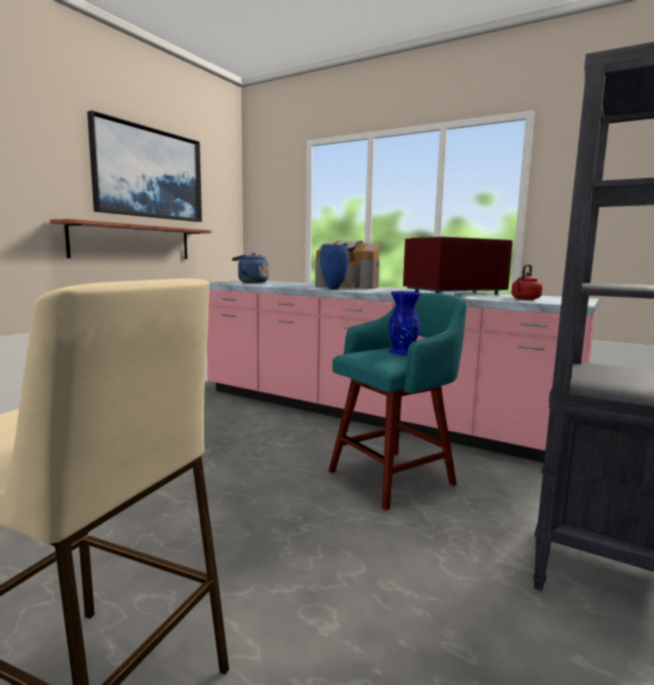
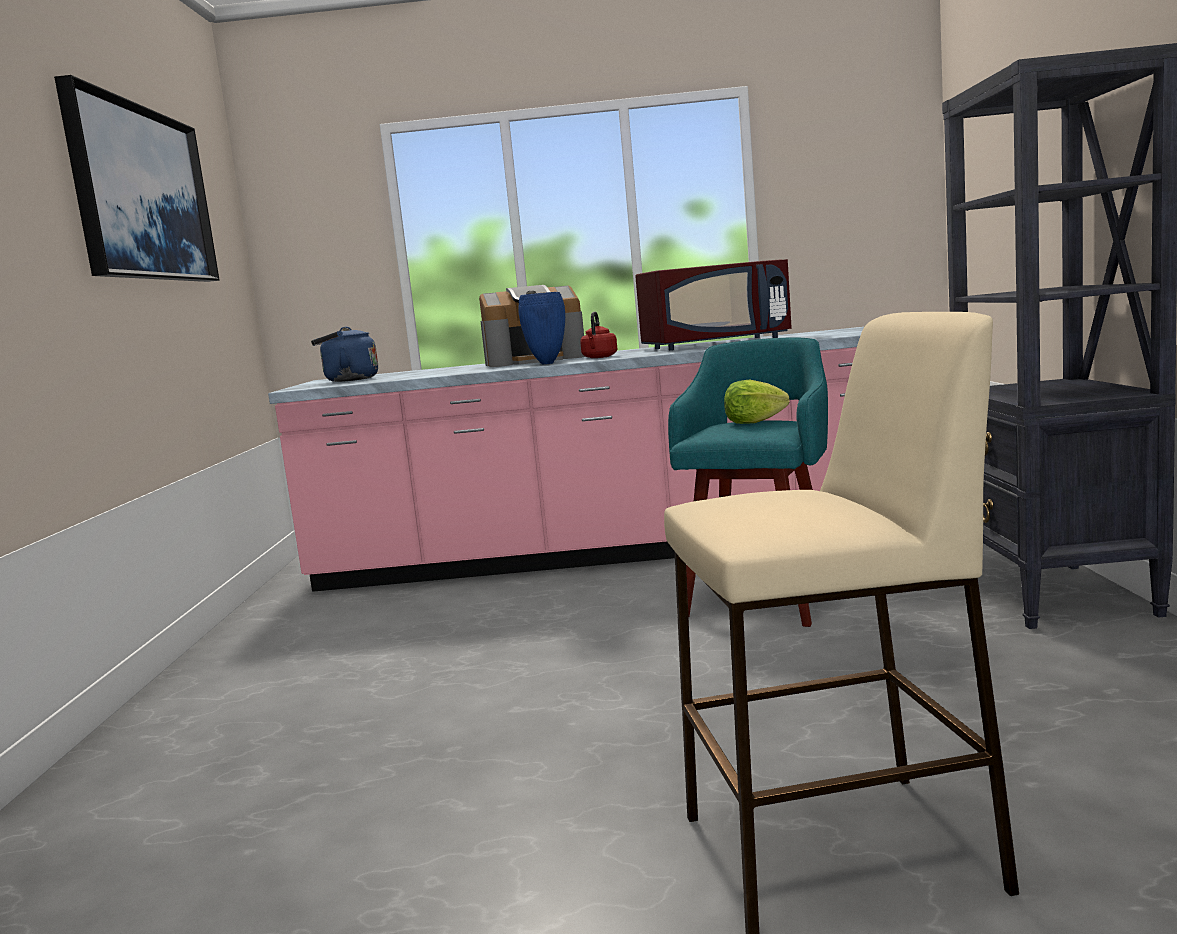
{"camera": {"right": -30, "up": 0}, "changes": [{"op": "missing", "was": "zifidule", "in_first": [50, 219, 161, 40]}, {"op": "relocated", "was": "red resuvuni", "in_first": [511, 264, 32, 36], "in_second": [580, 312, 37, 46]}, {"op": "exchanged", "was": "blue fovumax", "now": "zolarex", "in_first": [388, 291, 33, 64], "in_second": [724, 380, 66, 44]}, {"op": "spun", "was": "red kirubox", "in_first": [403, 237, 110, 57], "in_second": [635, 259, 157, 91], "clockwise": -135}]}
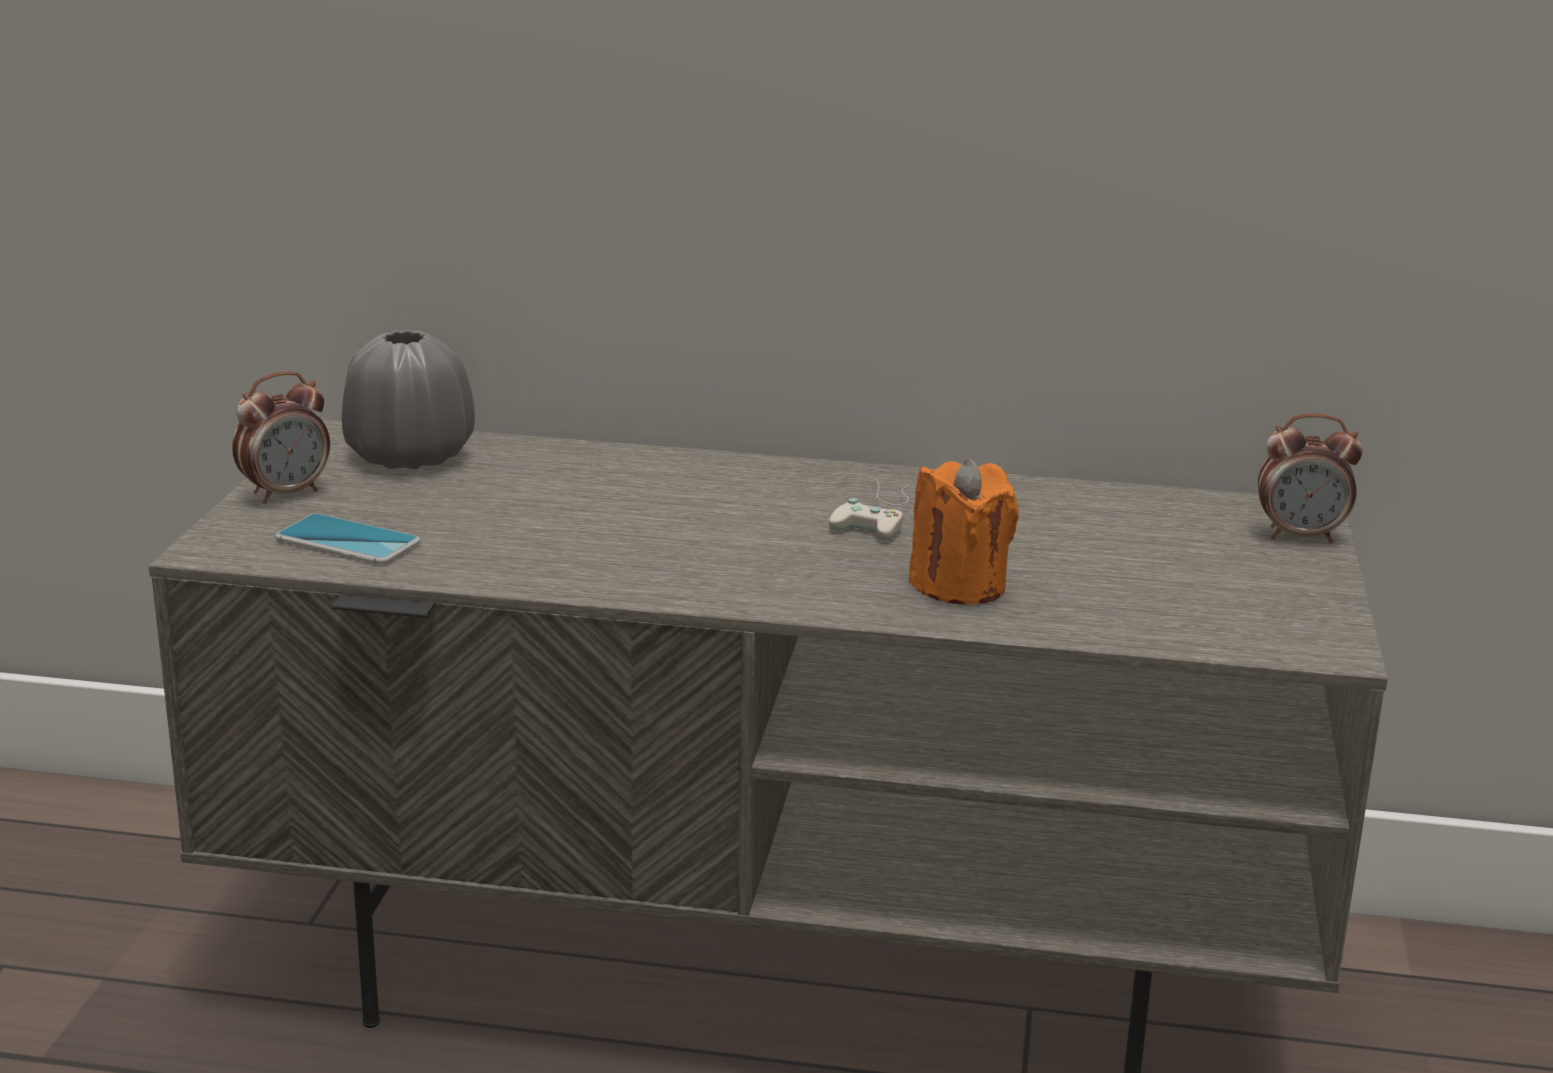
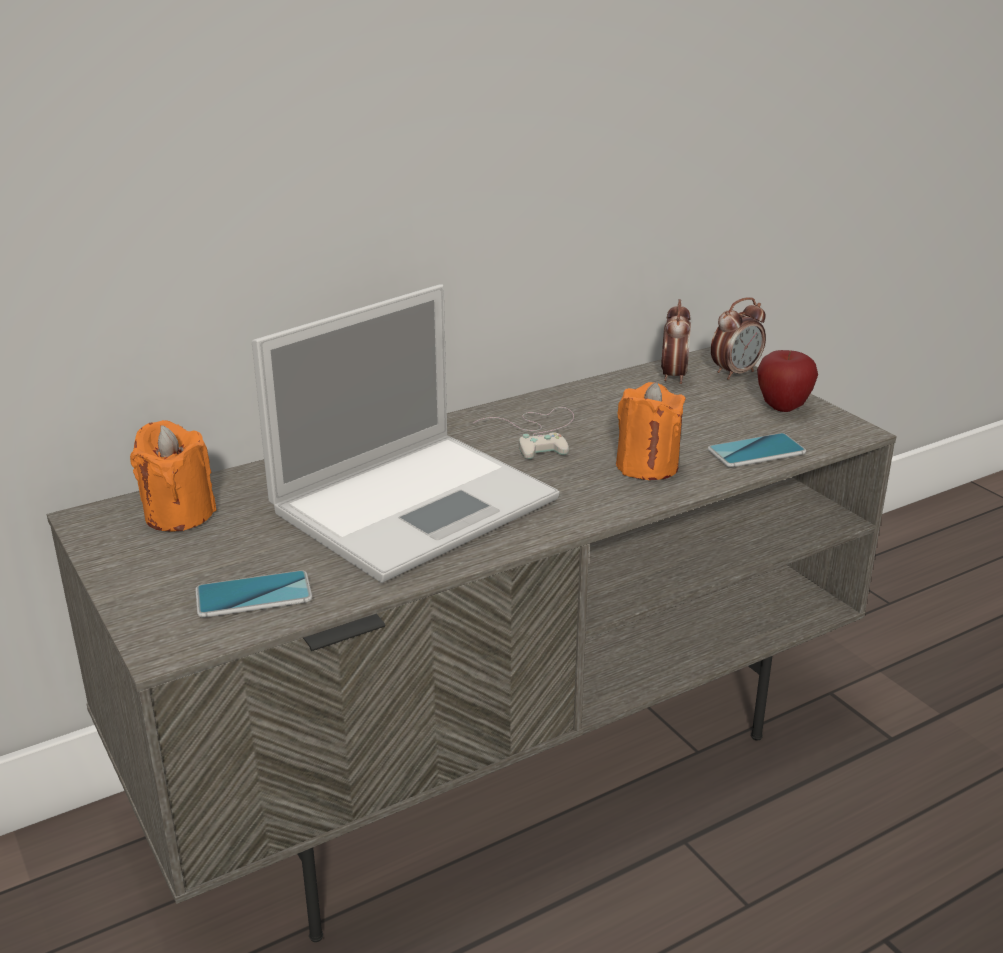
{"camera": {"right": -40, "up": 5}, "changes": [{"op": "appeared", "now": "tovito", "in_second": [252, 284, 308, 299]}, {"op": "appeared", "now": "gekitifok", "in_second": [708, 433, 98, 34]}, {"op": "appeared", "now": "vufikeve", "in_second": [757, 350, 61, 62]}, {"op": "relocated", "was": "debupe", "in_first": [232, 371, 98, 133], "in_second": [661, 299, 30, 85]}, {"op": "exchanged", "was": "grey fovumax", "now": "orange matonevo", "in_first": [342, 330, 133, 139], "in_second": [130, 420, 86, 111]}]}
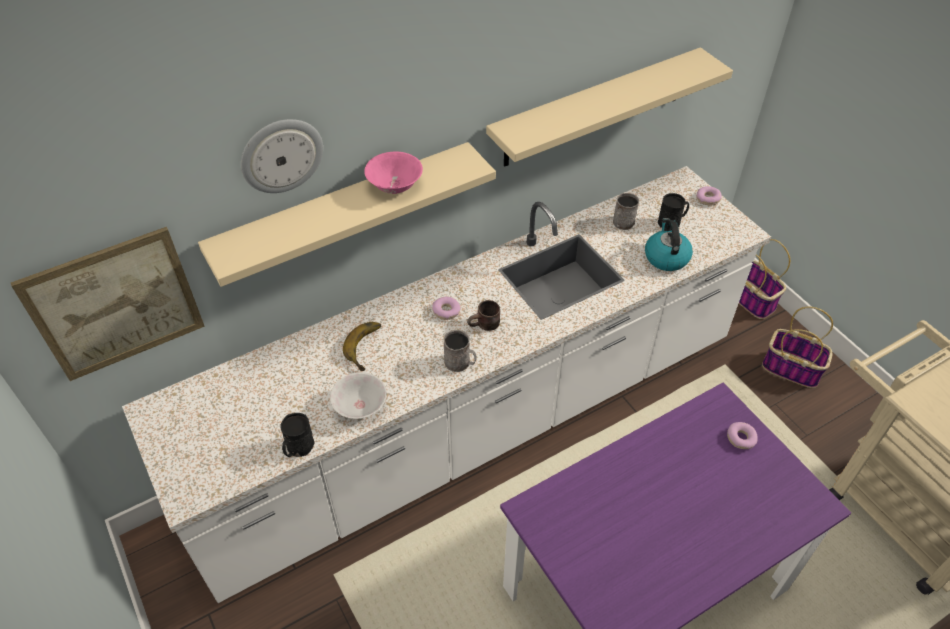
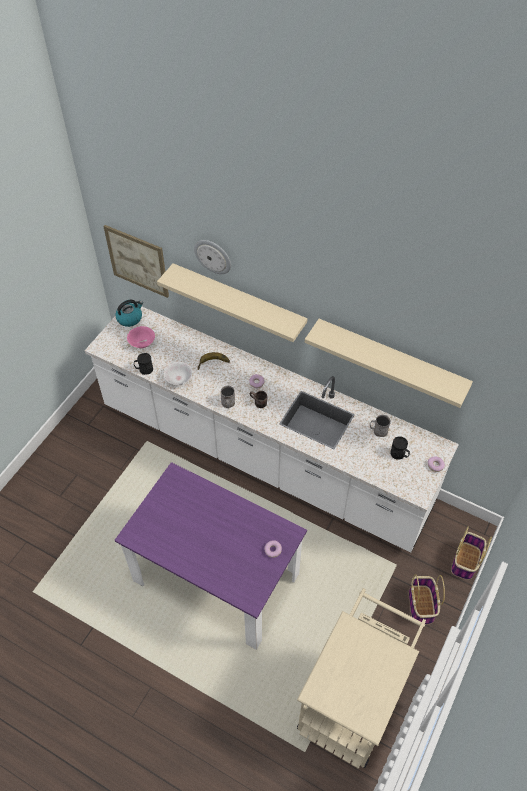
{"camera": {"right": 60, "up": 5}, "changes": [{"op": "relocated", "was": "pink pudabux", "in_first": [364, 152, 59, 42], "in_second": [127, 326, 28, 22]}, {"op": "relocated", "was": "resuvuni", "in_first": [645, 218, 48, 53], "in_second": [115, 300, 28, 27]}]}
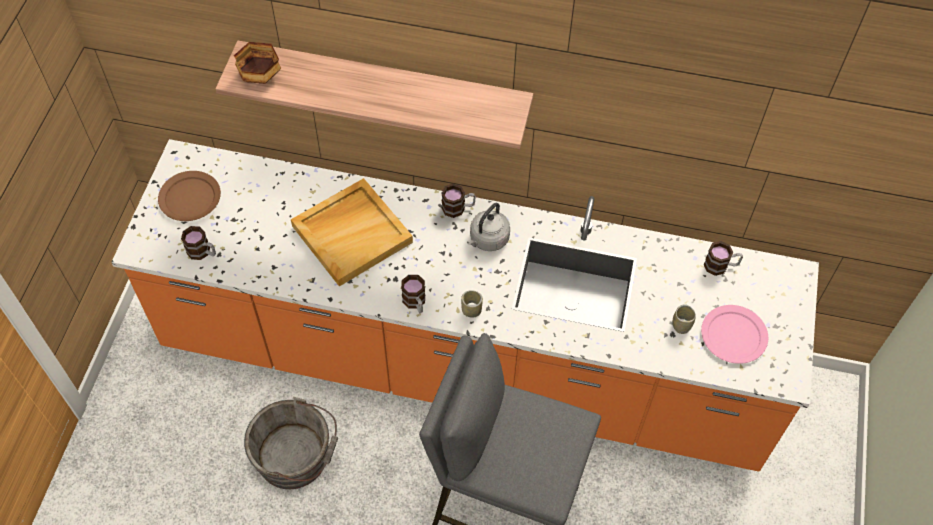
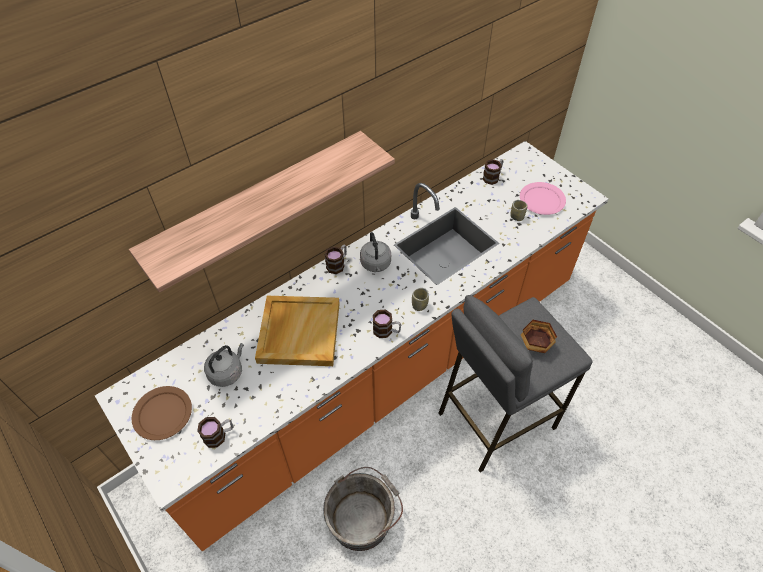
{"camera": {"right": -50, "up": -5}, "changes": [{"op": "appeared", "now": "grey resuvuni", "in_second": [204, 343, 40, 44]}, {"op": "relocated", "was": "pudabux", "in_first": [234, 42, 47, 42], "in_second": [521, 320, 36, 33]}]}
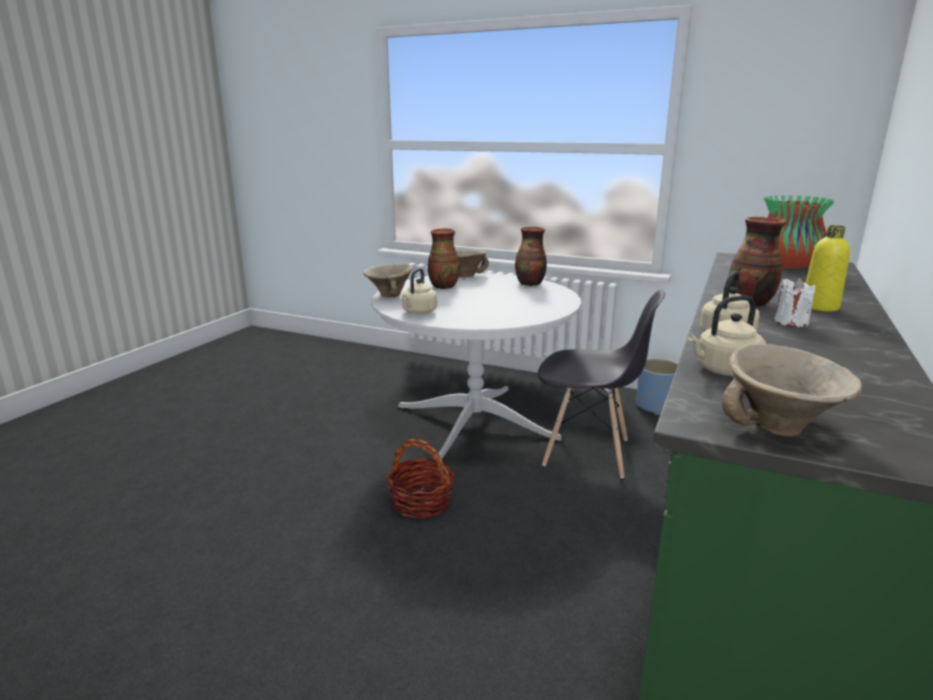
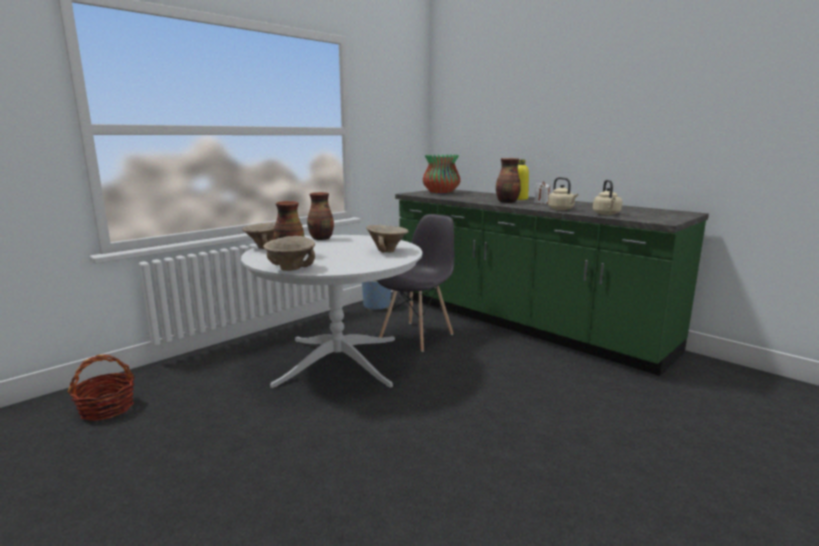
{"camera": {"right": -70, "up": -5}, "changes": [{"op": "missing", "was": "beige resuvuni", "in_first": [402, 268, 35, 46]}, {"op": "relocated", "was": "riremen", "in_first": [386, 439, 68, 80], "in_second": [68, 354, 67, 67]}, {"op": "relocated", "was": "beige pudabux", "in_first": [722, 344, 140, 93], "in_second": [366, 225, 43, 28]}]}
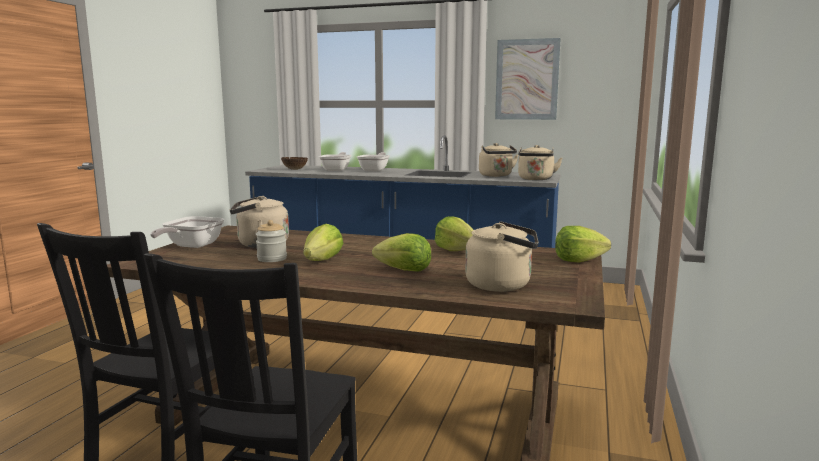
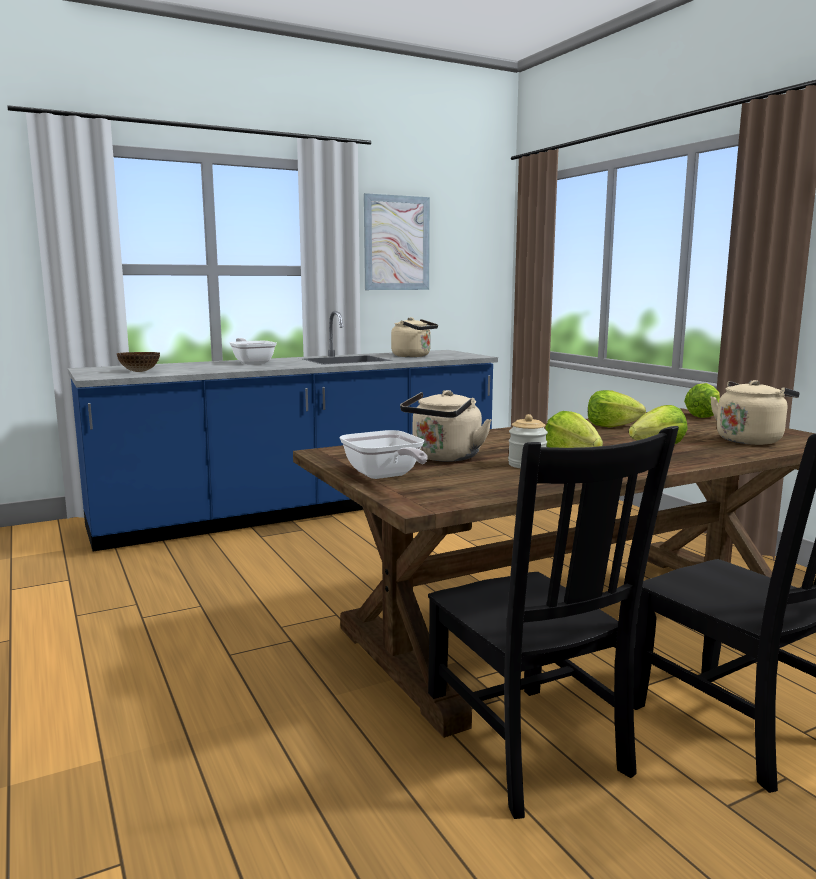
{"camera": {"right": -45, "up": 0}, "changes": [{"op": "missing", "was": "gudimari", "in_first": [319, 152, 32, 19]}, {"op": "missing", "was": "beige resuvuni", "in_first": [518, 145, 44, 35]}]}
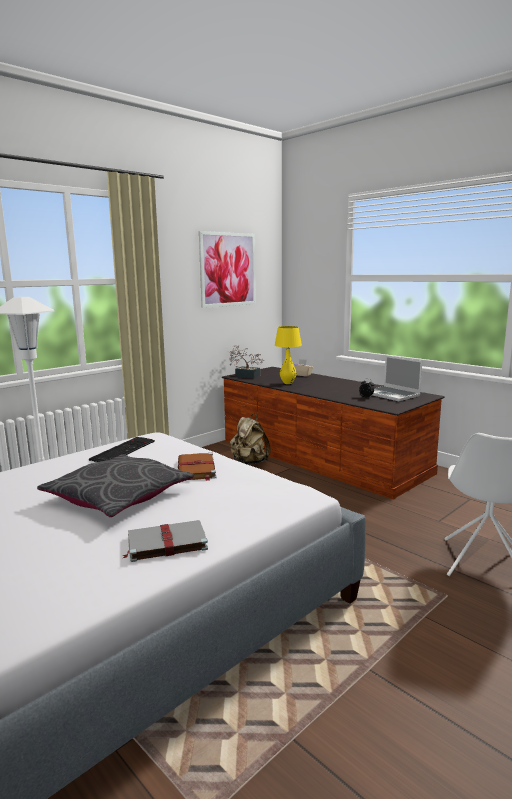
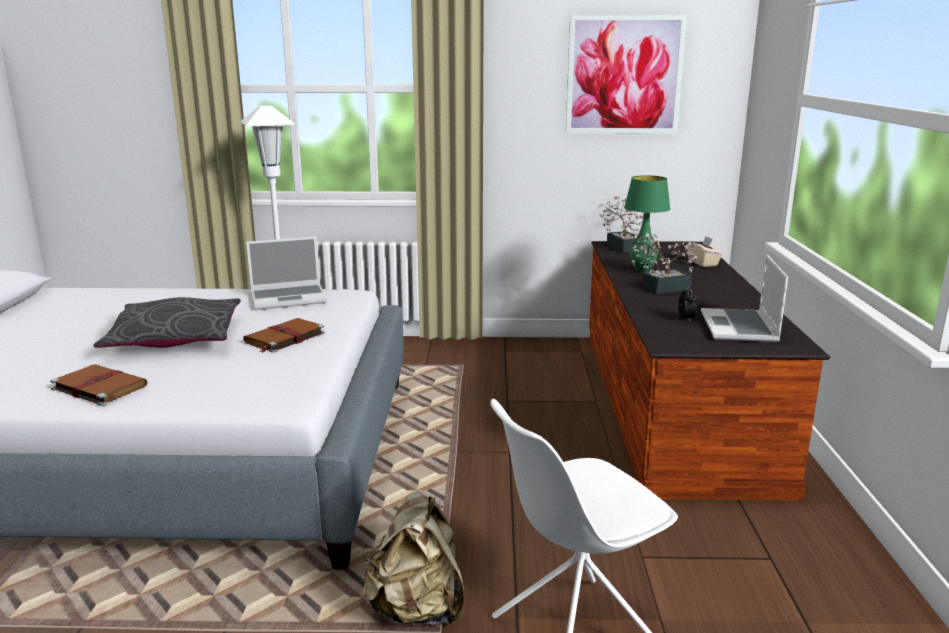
{"camera": {"right": 45, "up": 5}, "changes": [{"op": "appeared", "now": "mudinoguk", "in_second": [632, 232, 65, 62]}, {"op": "relocated", "was": "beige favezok", "in_first": [230, 413, 41, 52], "in_second": [365, 492, 99, 133]}, {"op": "exchanged", "was": "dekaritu", "now": "tovito", "in_first": [89, 437, 66, 25], "in_second": [246, 236, 81, 74]}, {"op": "colour", "was": "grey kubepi", "now": "brown kubepi", "in_first": [122, 520, 86, 42], "in_second": [50, 365, 98, 41]}, {"op": "colour", "was": "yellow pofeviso", "now": "green pofeviso", "in_first": [274, 326, 28, 58], "in_second": [624, 175, 46, 97]}]}
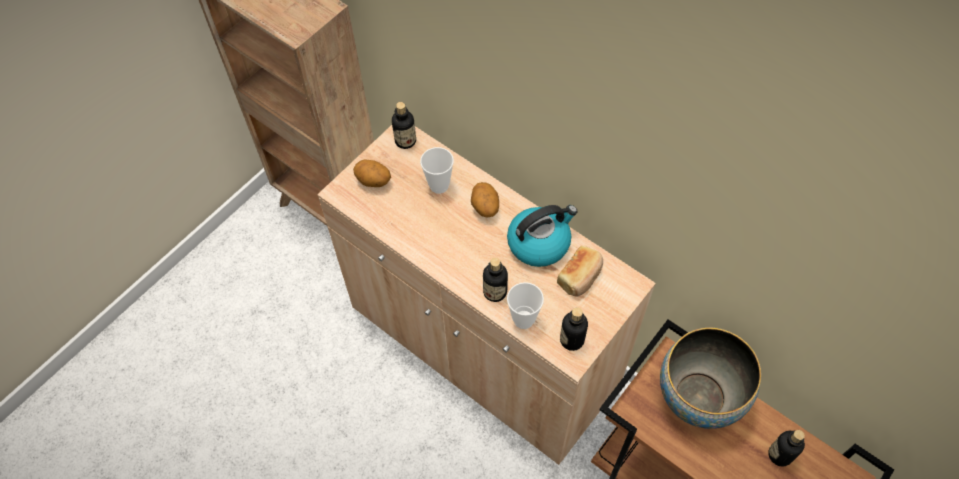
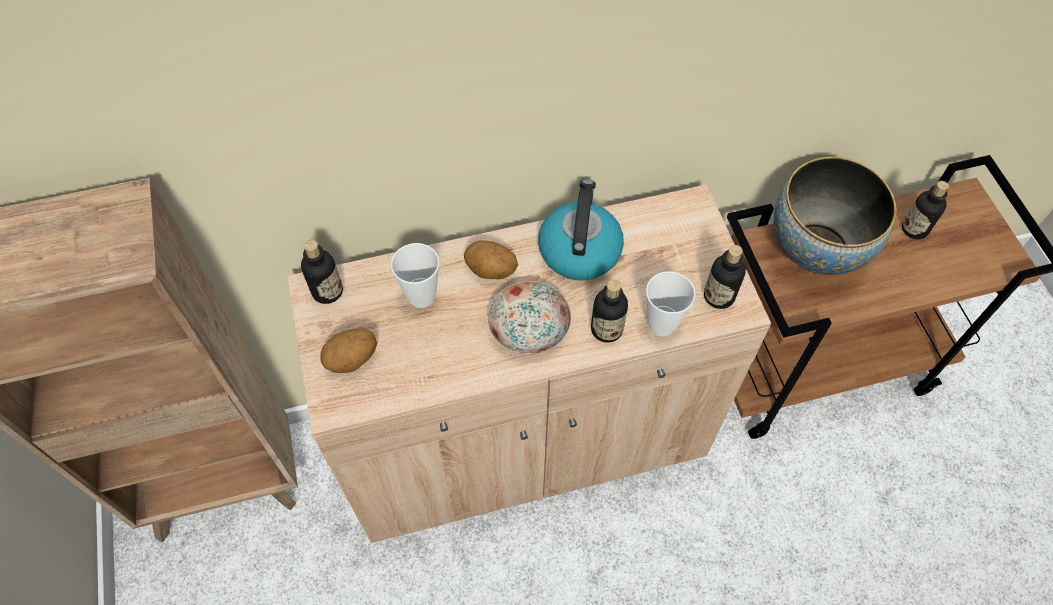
{"camera": {"right": -55, "up": 0}, "changes": [{"op": "missing", "was": "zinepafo", "in_first": [557, 246, 46, 50]}, {"op": "appeared", "now": "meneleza", "in_second": [487, 281, 84, 73]}]}
